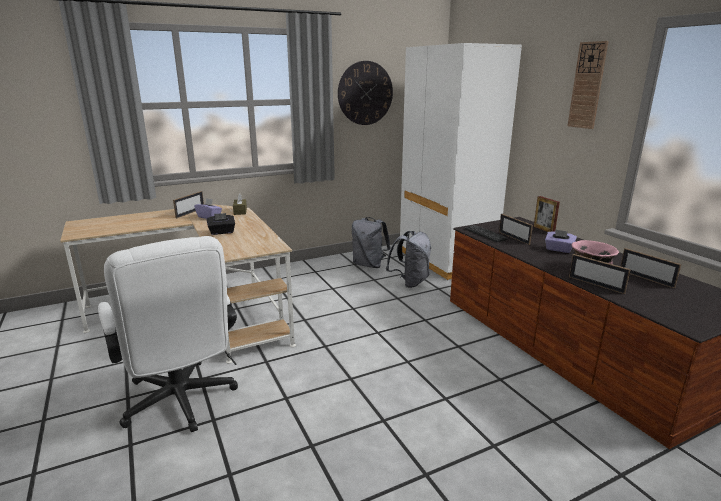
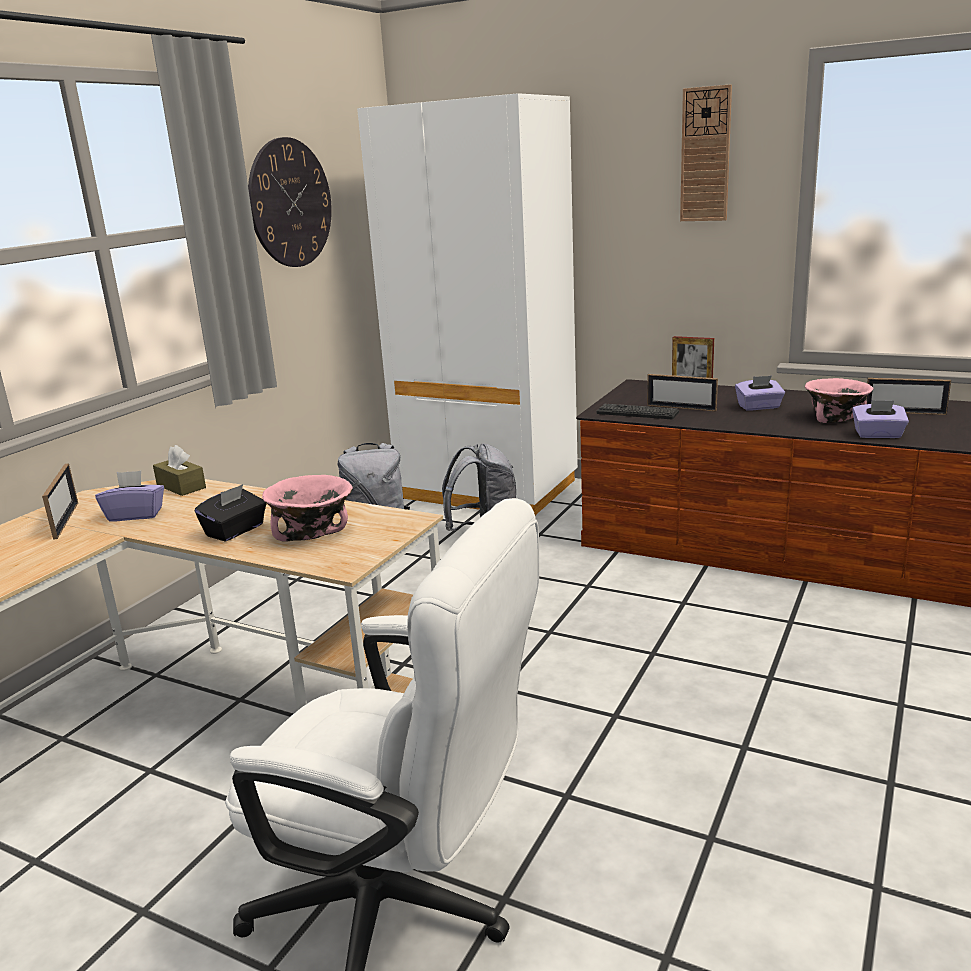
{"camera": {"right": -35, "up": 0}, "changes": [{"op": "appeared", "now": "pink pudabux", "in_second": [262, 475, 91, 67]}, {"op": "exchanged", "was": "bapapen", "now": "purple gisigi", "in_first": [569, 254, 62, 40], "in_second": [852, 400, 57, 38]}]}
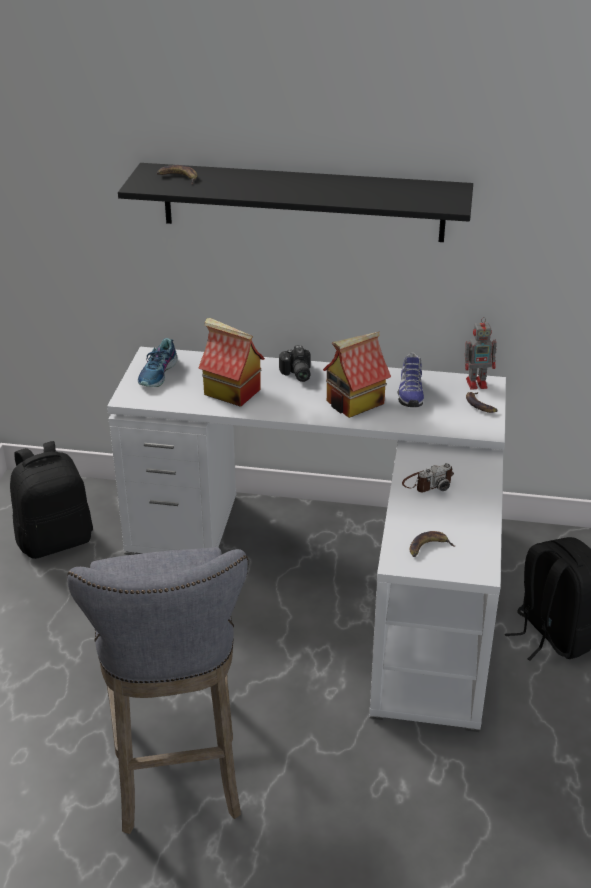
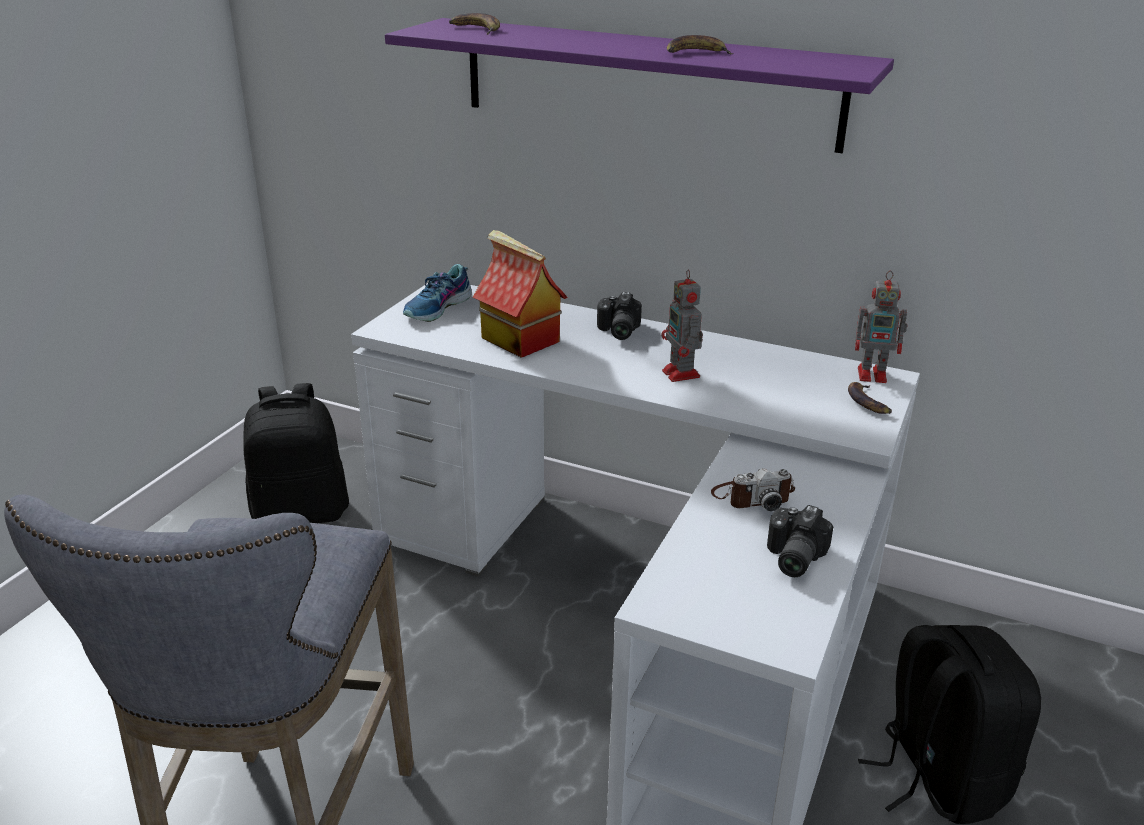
{"camera": {"right": 15, "up": -5}, "changes": [{"op": "missing", "was": "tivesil", "in_first": [398, 353, 26, 54]}, {"op": "appeared", "now": "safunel", "in_second": [767, 505, 66, 72]}, {"op": "relocated", "was": "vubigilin", "in_first": [410, 531, 45, 26], "in_second": [667, 35, 67, 20]}, {"op": "exchanged", "was": "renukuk", "now": "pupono", "in_first": [323, 332, 68, 86], "in_second": [661, 269, 42, 113]}, {"op": "colour", "was": "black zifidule", "now": "purple zifidule", "in_first": [118, 163, 355, 79], "in_second": [385, 18, 509, 135]}]}
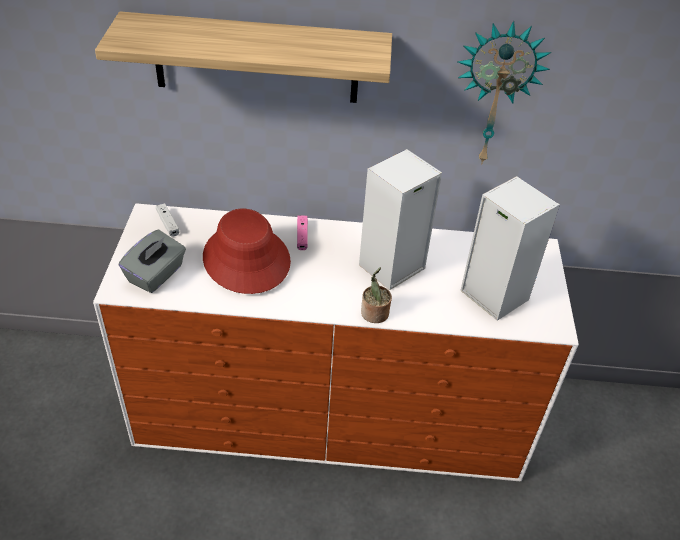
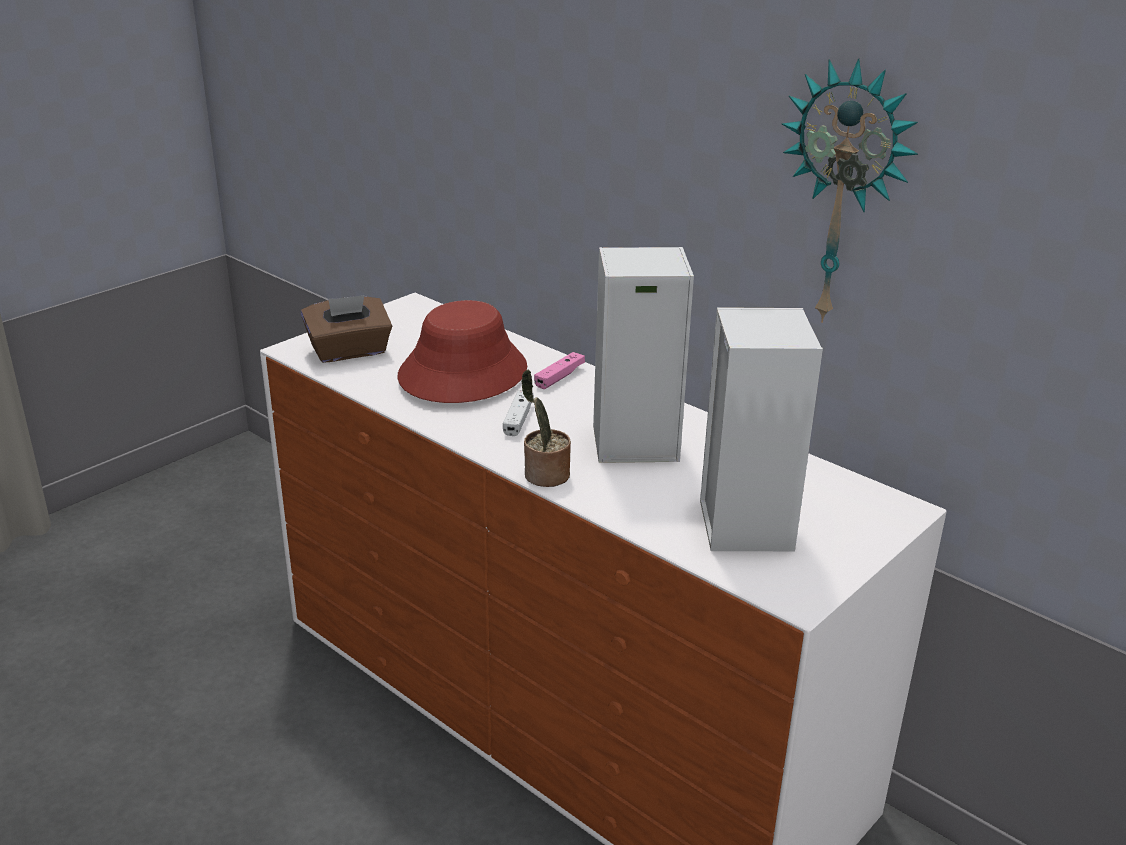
{"camera": {"right": 40, "up": -15}, "changes": [{"op": "missing", "was": "zifidule", "in_first": [95, 11, 297, 92]}, {"op": "relocated", "was": "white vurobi", "in_first": [156, 203, 23, 34], "in_second": [503, 390, 31, 46]}, {"op": "colour", "was": "grey gisigi", "now": "brown gisigi", "in_first": [119, 230, 67, 63], "in_second": [301, 295, 91, 68]}]}
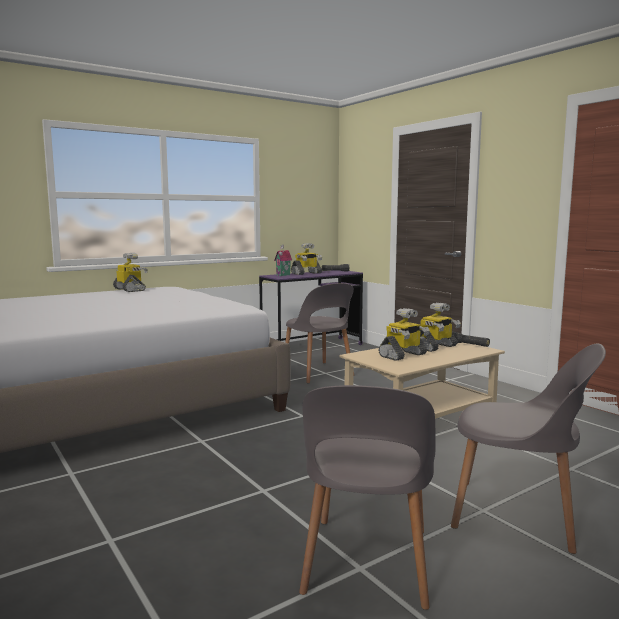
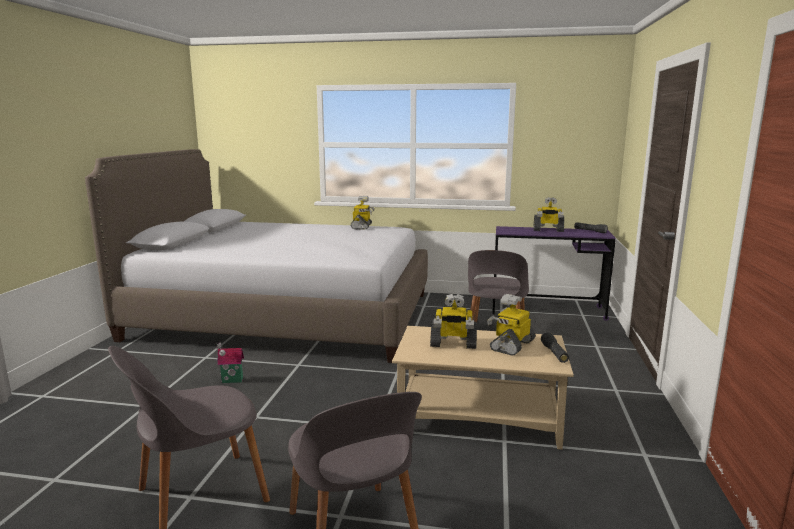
{"camera": {"right": 45, "up": 5}, "changes": [{"op": "relocated", "was": "renukuk", "in_first": [274, 245, 18, 31], "in_second": [216, 342, 28, 41]}, {"op": "spun", "was": "pupono", "in_first": [417, 303, 44, 49], "in_second": [487, 294, 49, 61], "clockwise": 120}]}
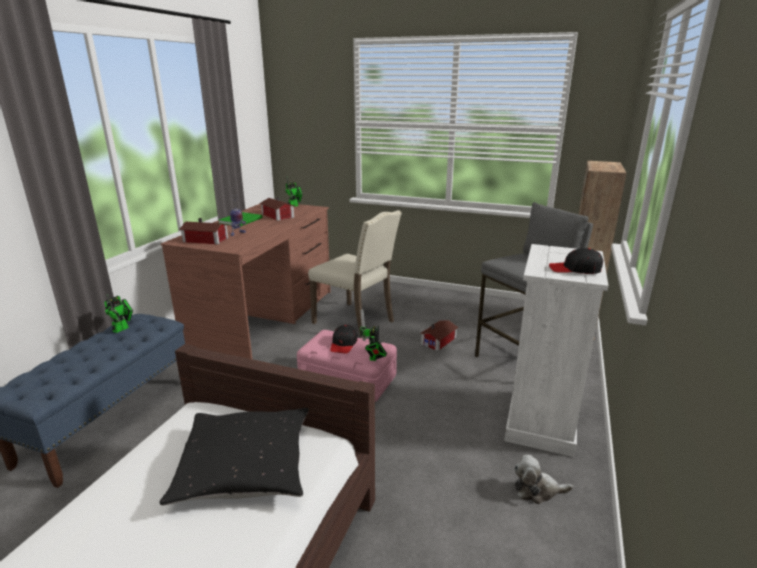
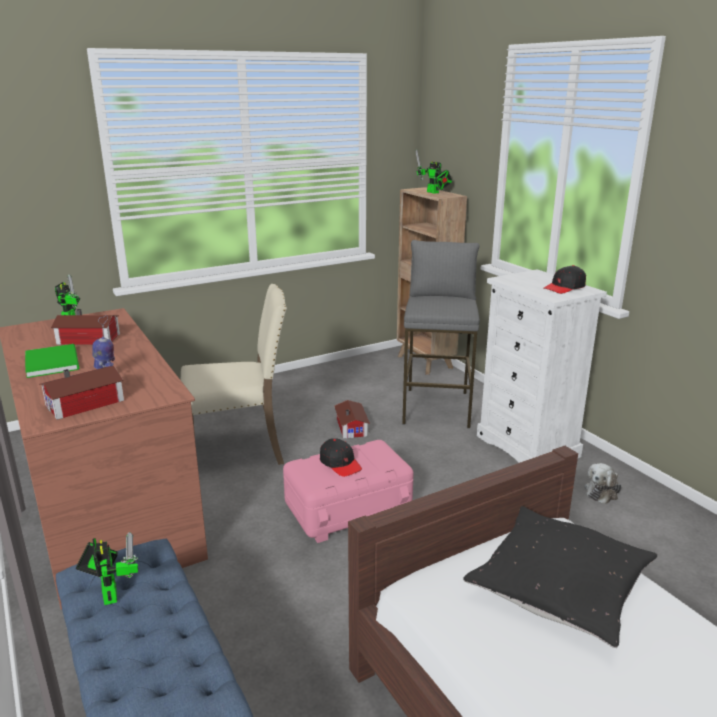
{"camera": {"right": -50, "up": 0}, "changes": [{"op": "relocated", "was": "pupono", "in_first": [359, 309, 28, 52], "in_second": [416, 150, 36, 44]}]}
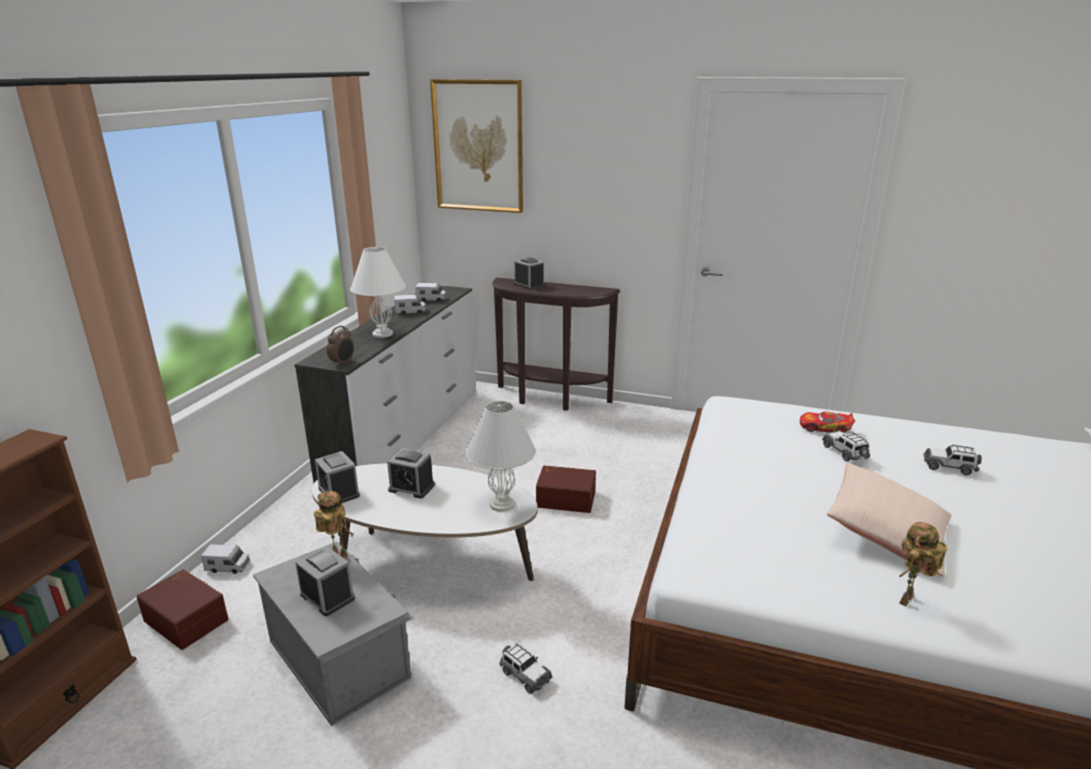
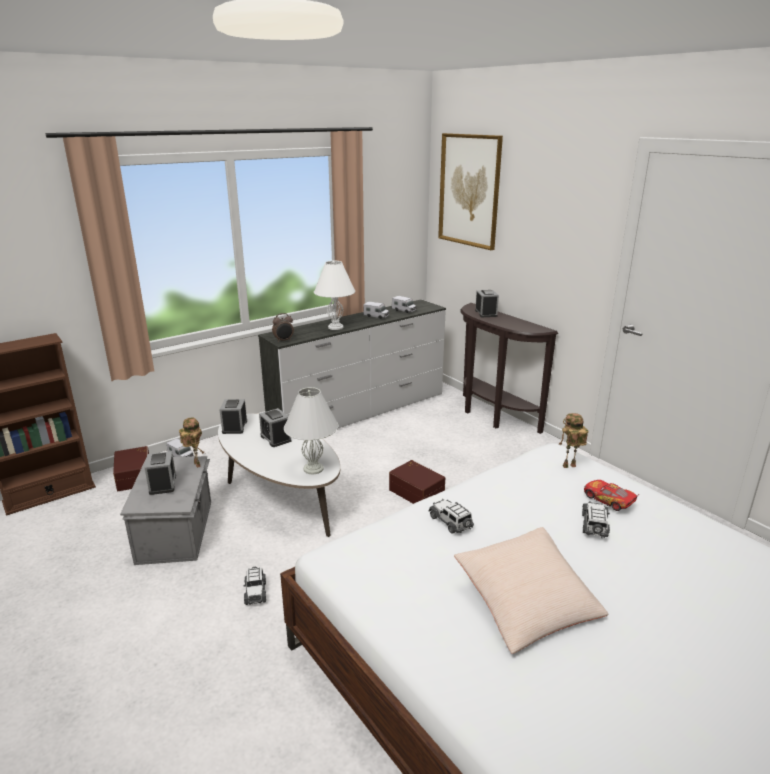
{"camera": {"right": 35, "up": 0}, "changes": [{"op": "relocated", "was": "pupono", "in_first": [899, 522, 49, 84], "in_second": [559, 413, 29, 55]}, {"op": "relocated", "was": "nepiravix", "in_first": [923, 445, 59, 30], "in_second": [429, 499, 45, 35]}]}
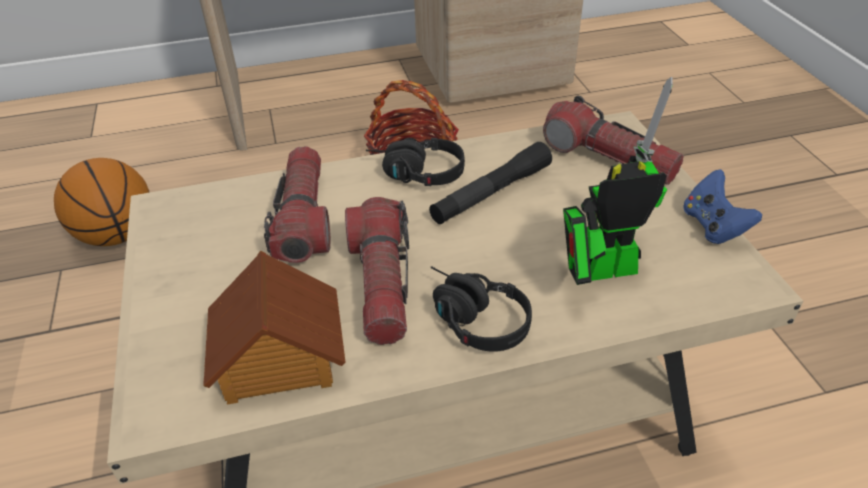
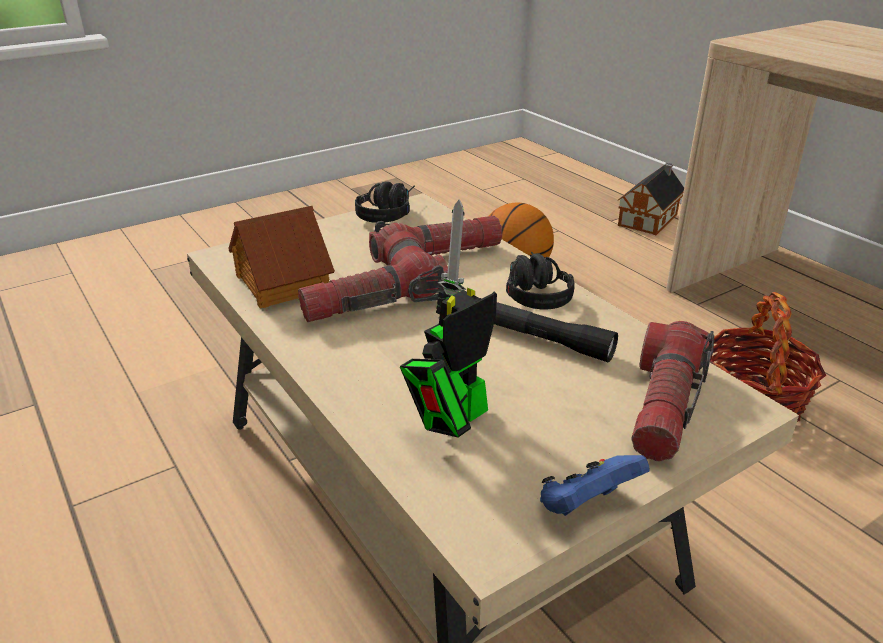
{"camera": {"right": 70, "up": -10}, "changes": [{"op": "appeared", "now": "renukuk", "in_second": [617, 163, 67, 72]}, {"op": "relocated", "was": "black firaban", "in_first": [430, 266, 102, 86], "in_second": [355, 181, 60, 42]}, {"op": "spun", "was": "pupono", "in_first": [563, 77, 110, 208], "in_second": [400, 199, 97, 238], "clockwise": -105}]}
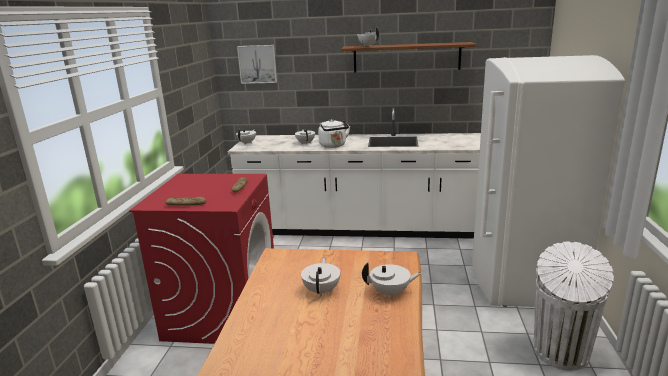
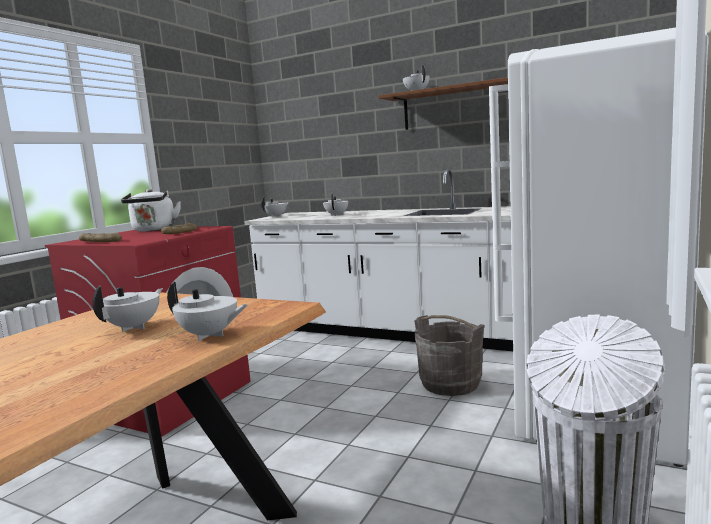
{"camera": {"right": 20, "up": -10}, "changes": [{"op": "missing", "was": "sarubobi", "in_first": [237, 45, 40, 39]}, {"op": "appeared", "now": "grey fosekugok", "in_second": [414, 315, 71, 81]}, {"op": "relocated", "was": "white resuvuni", "in_first": [318, 119, 32, 29], "in_second": [121, 189, 60, 43]}]}
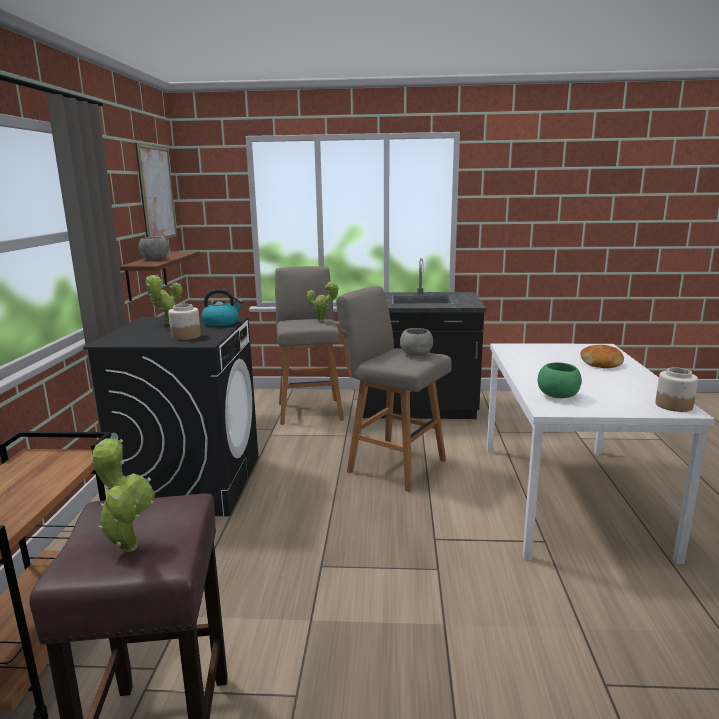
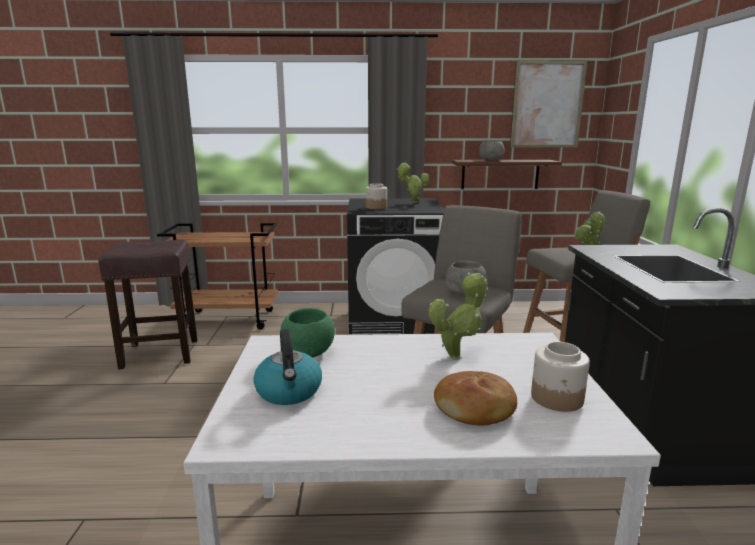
{"camera": {"right": 85, "up": 0}, "changes": [{"op": "relocated", "was": "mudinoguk", "in_first": [91, 438, 64, 114], "in_second": [429, 272, 59, 88]}, {"op": "relocated", "was": "resuvuni", "in_first": [202, 289, 41, 38], "in_second": [253, 329, 69, 76]}, {"op": "relocated", "was": "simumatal", "in_first": [655, 368, 43, 44], "in_second": [531, 342, 59, 70]}]}
